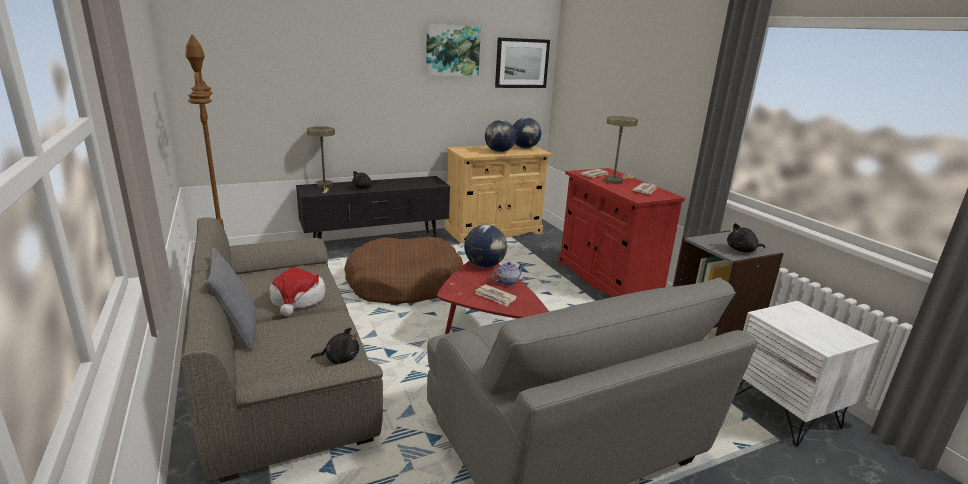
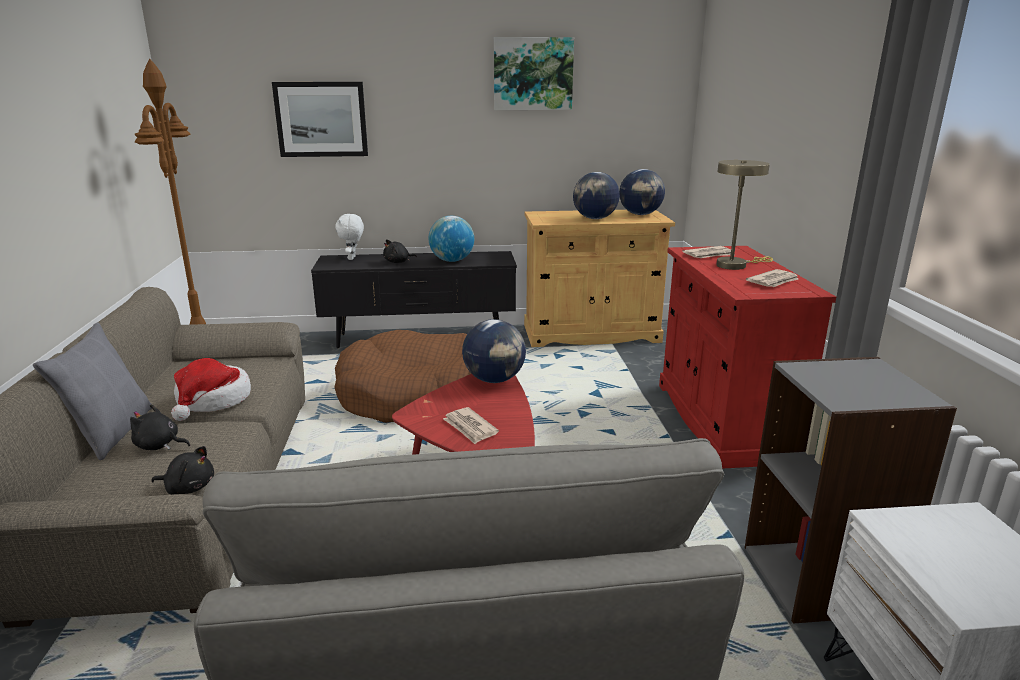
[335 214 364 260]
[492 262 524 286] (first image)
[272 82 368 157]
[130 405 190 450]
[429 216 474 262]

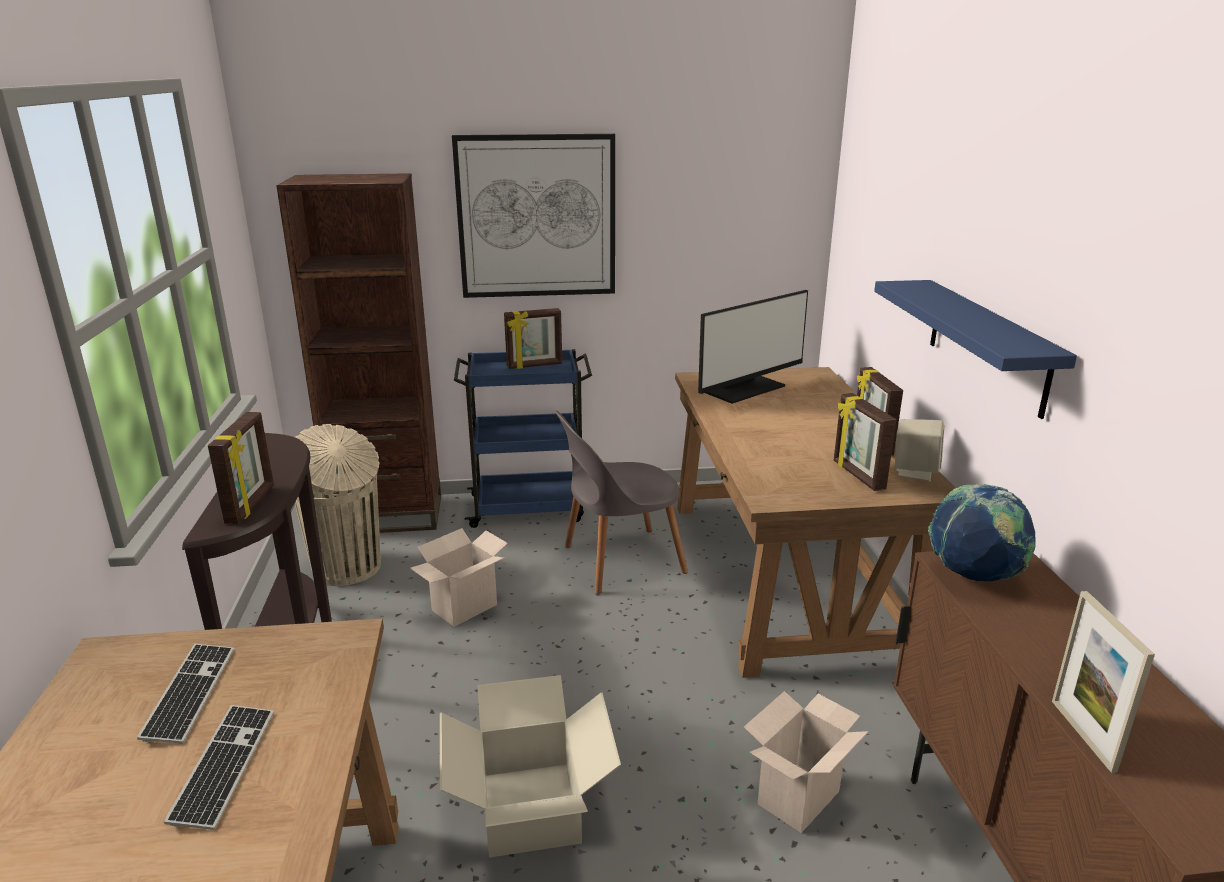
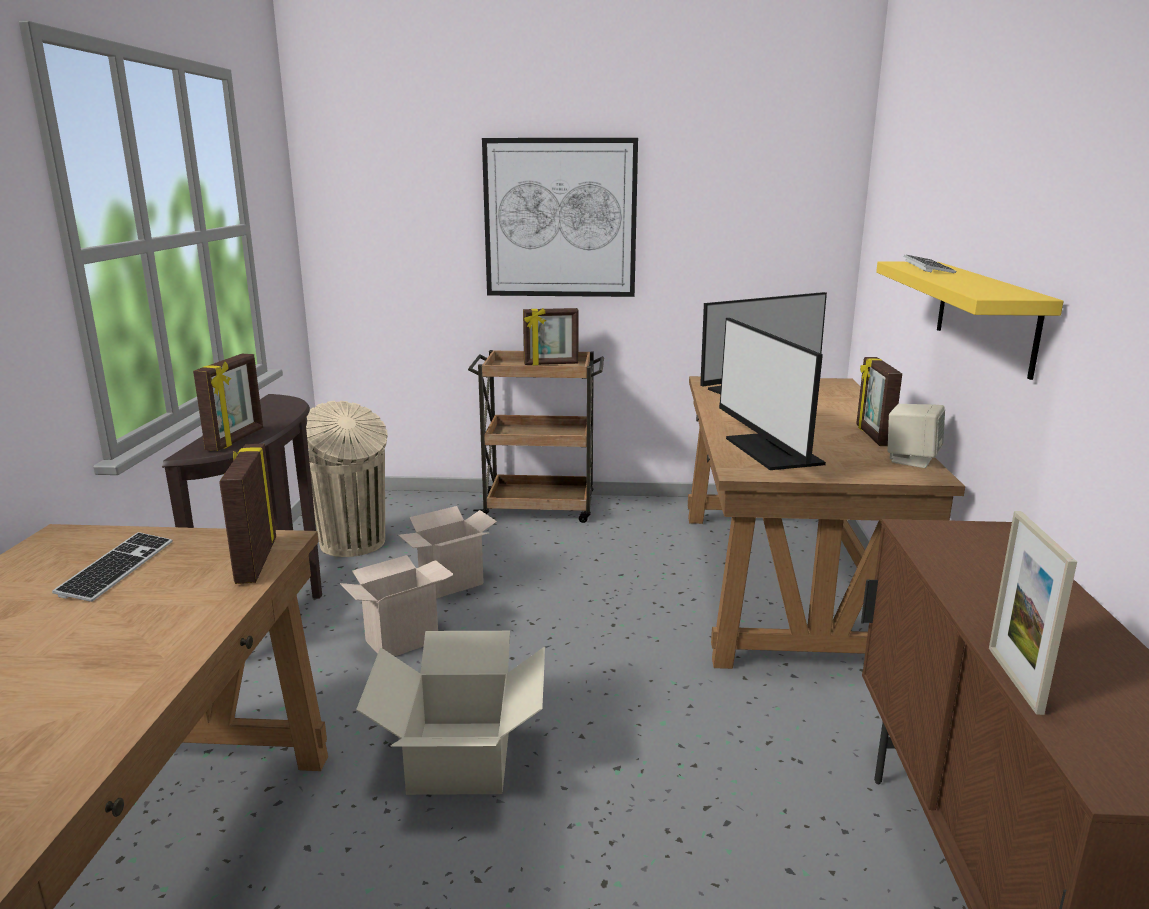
[904 255 956 273]
[276 173 441 533] (first image)
[468 350 604 523]
[555 410 688 594] (first image)
[340 555 454 656]
[219 443 276 584]
[876 261 1064 380]
[928 484 1035 581] (first image)
[719 318 826 470]

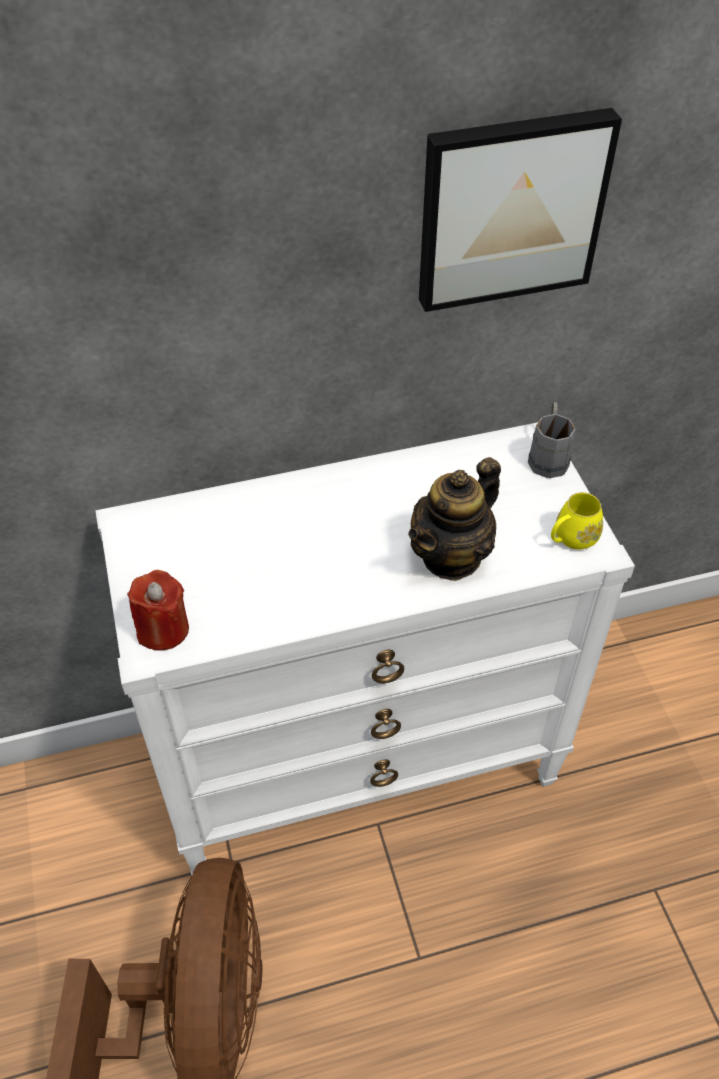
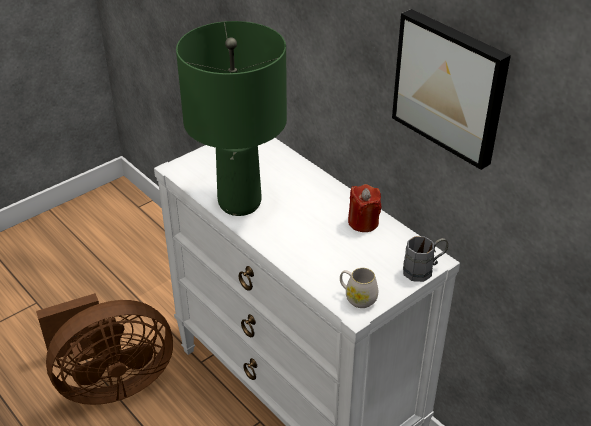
[348 184 382 232]
[408 457 501 581] (first image)
[340 268 378 308]
[176 21 287 216]

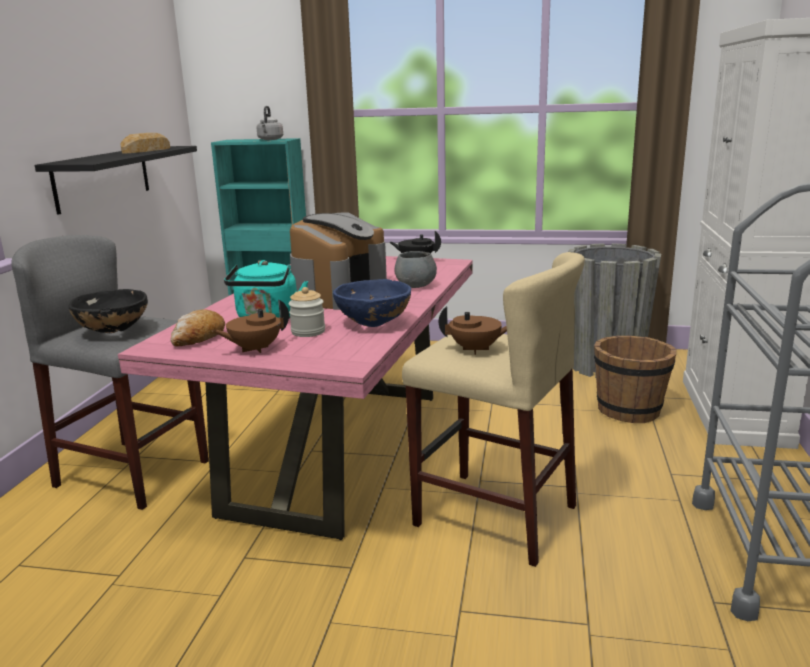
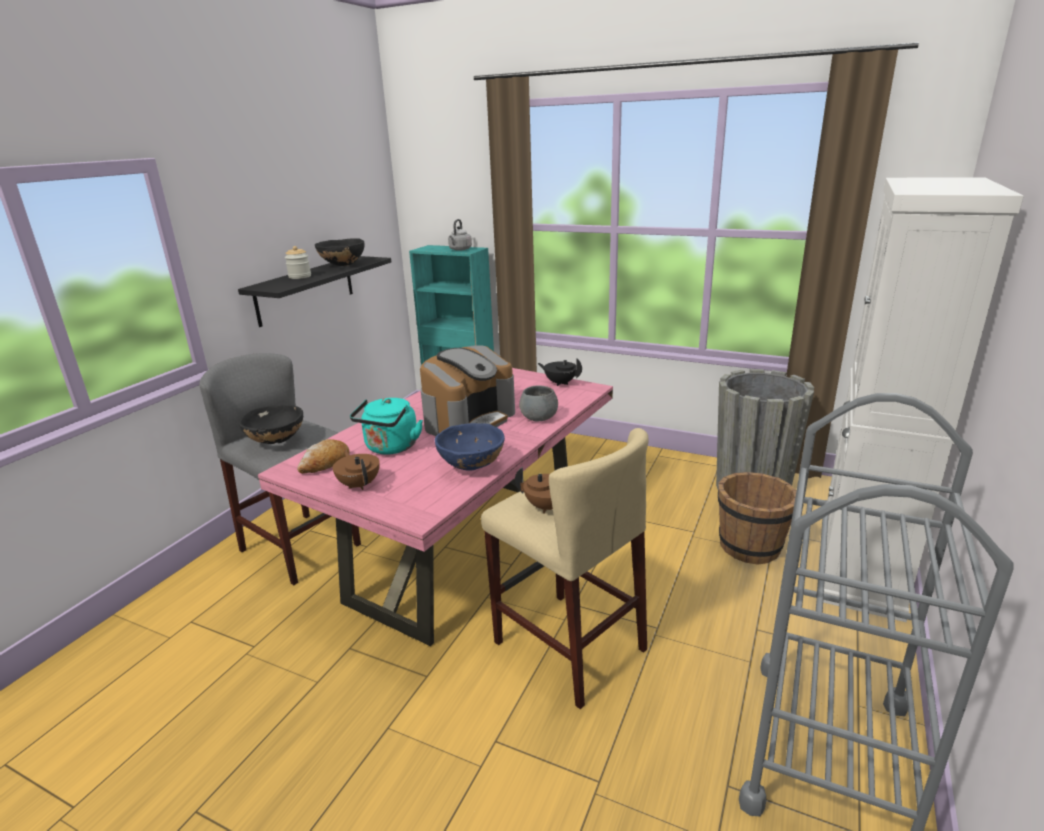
[315 239 364 266]
[332 451 380 490]
[285 246 311 279]

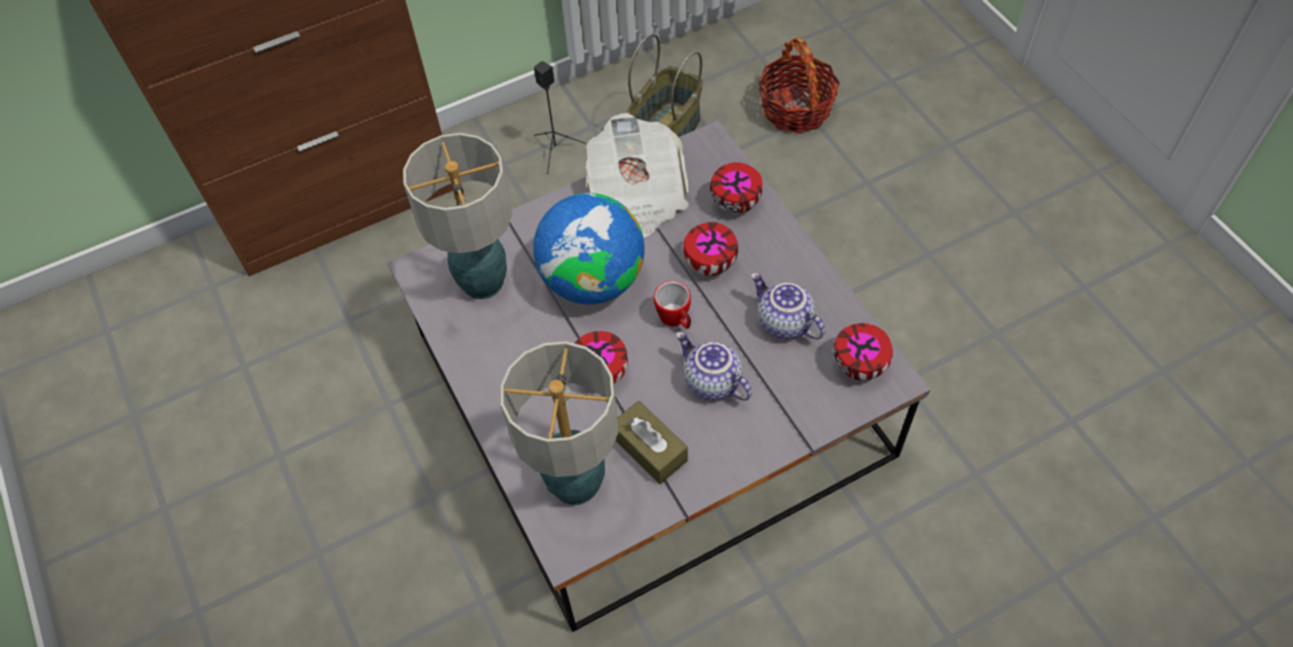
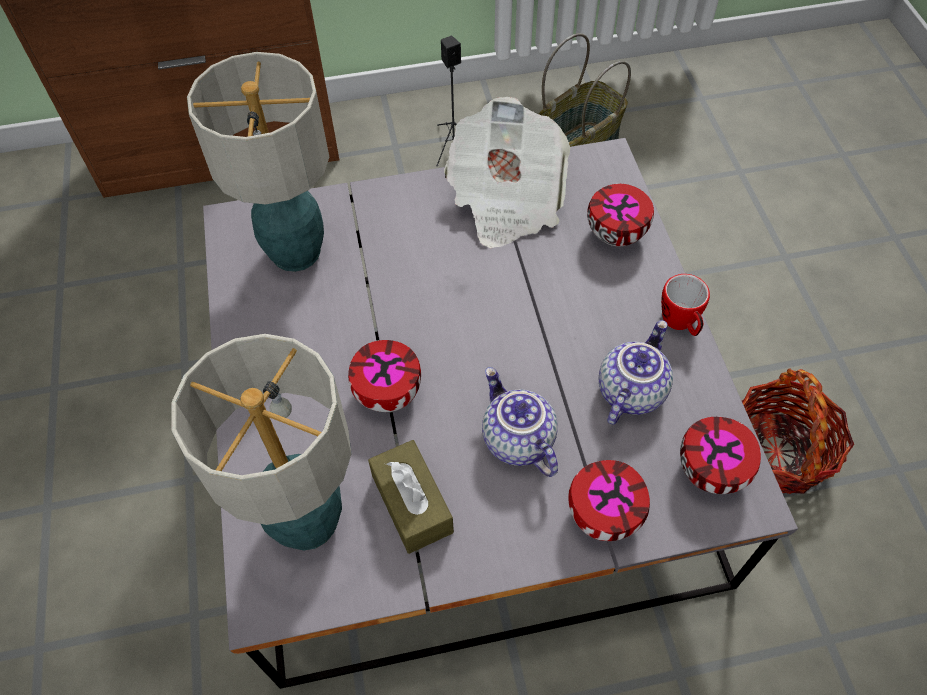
[533 193 645 304] (first image)
[661 274 710 336]
[568 460 650 541]
[599 320 673 425]
[742 368 854 494]

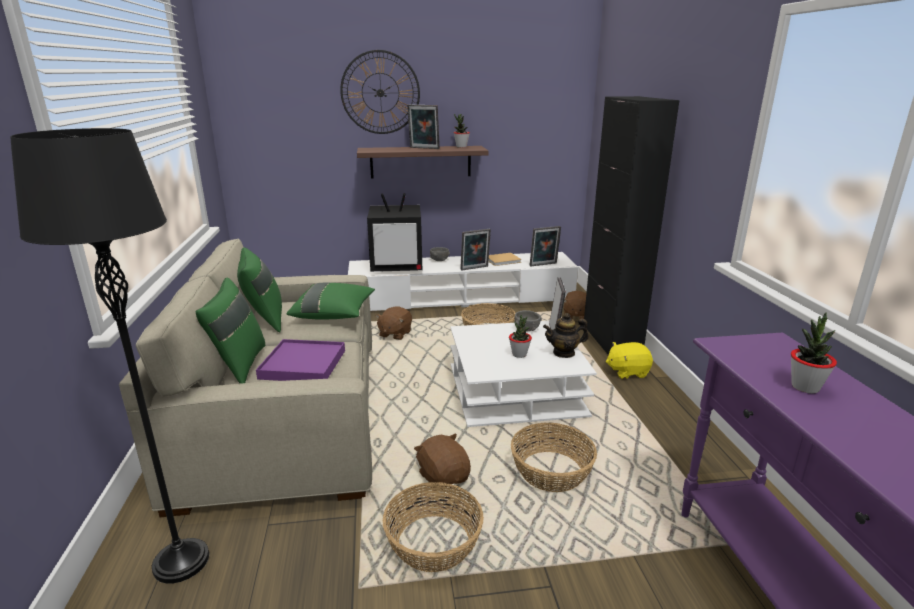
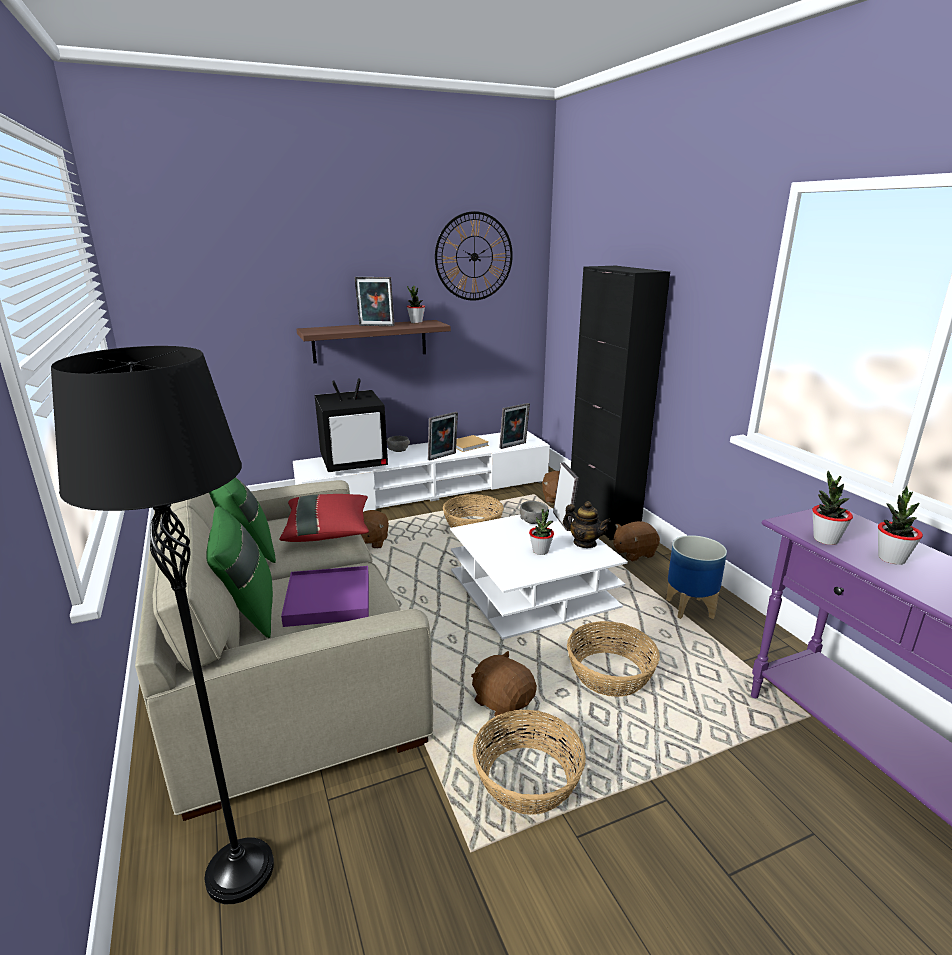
[280 494 369 542]
[435 211 513 301]
[563 501 611 548]
[613 521 660 562]
[666 535 727 619]
[812 470 853 545]

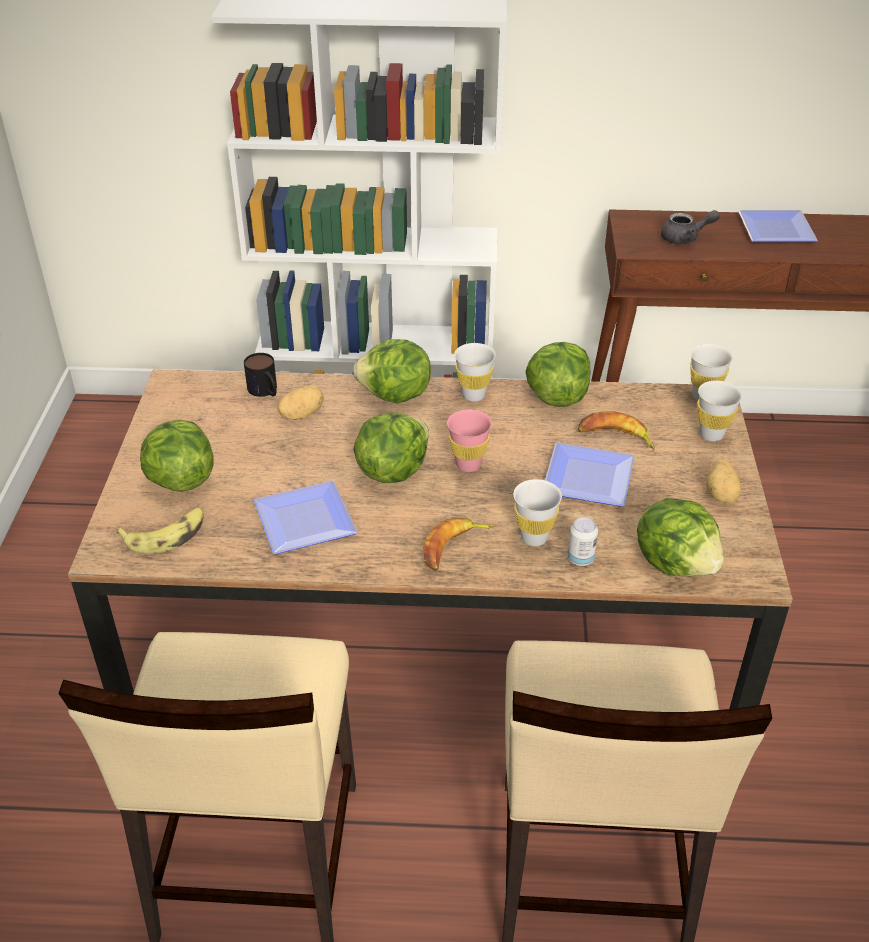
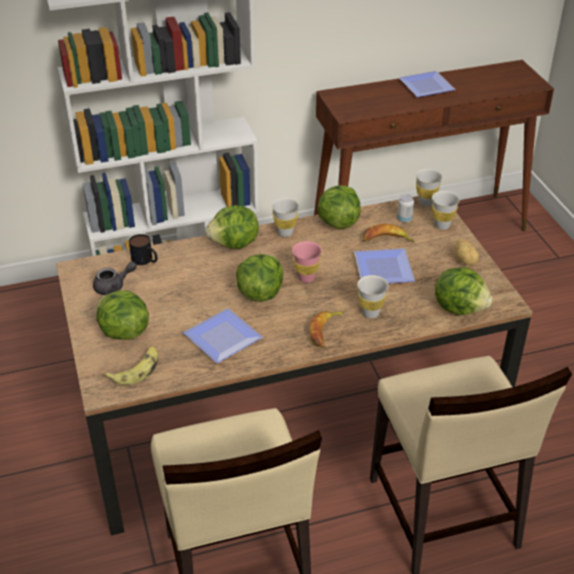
[277 385 324 419] (first image)
[397 194 414 223]
[93 262 137 295]

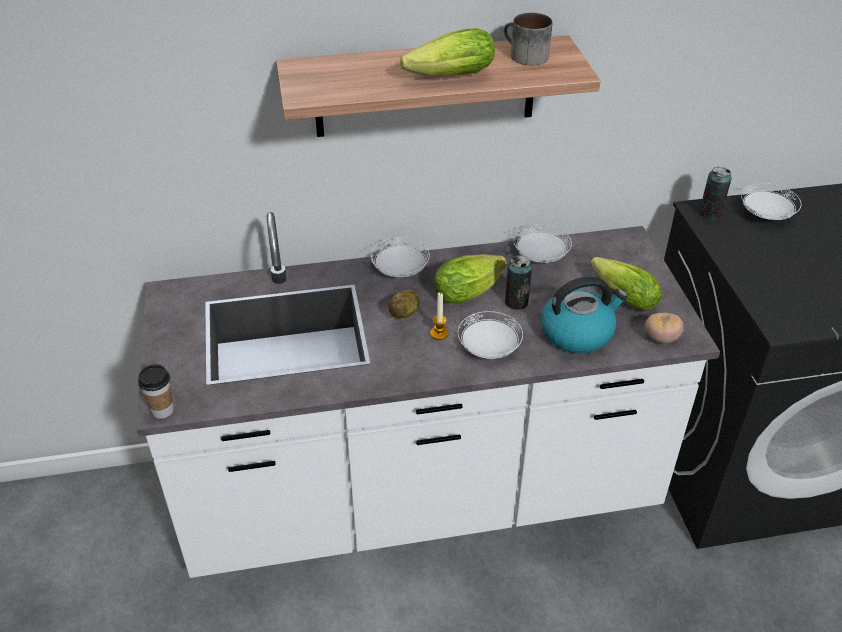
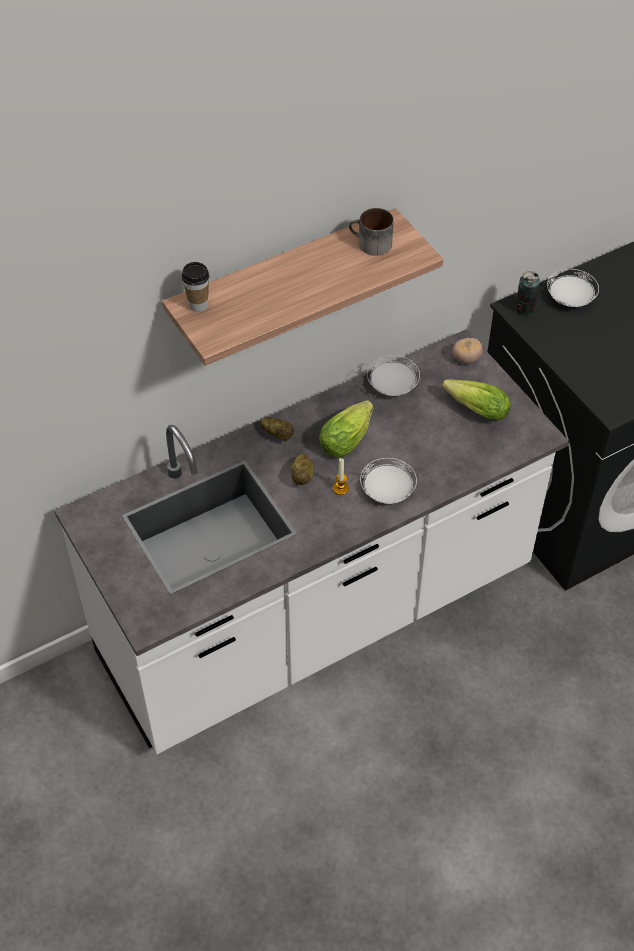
[182 262 209 312]
[260 417 294 441]
[400 28 495 76] (first image)
[505 255 532 310] (first image)
[541 276 628 354] (first image)
[453 338 483 363]

